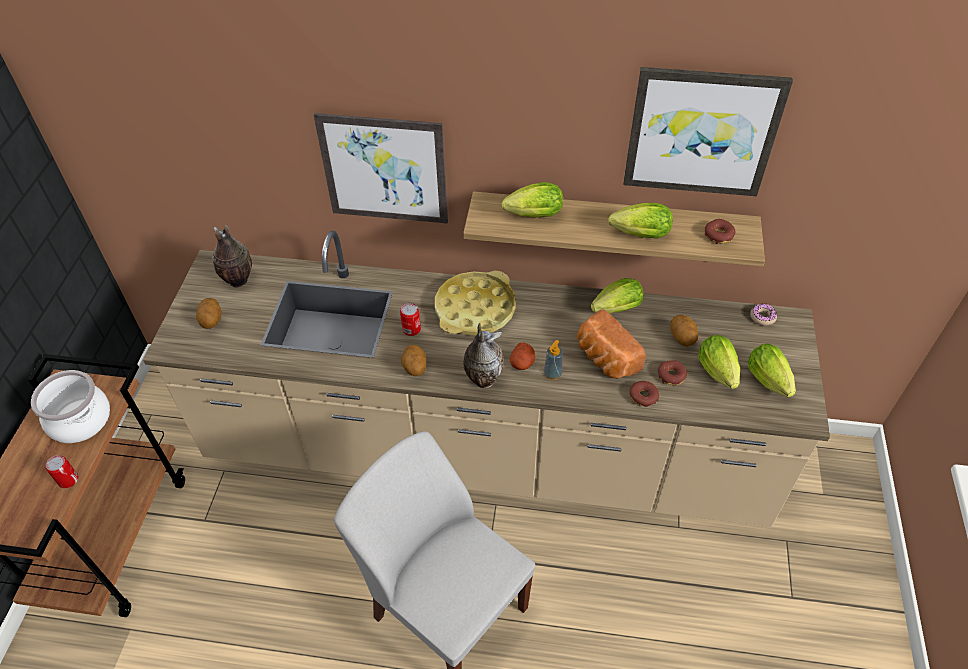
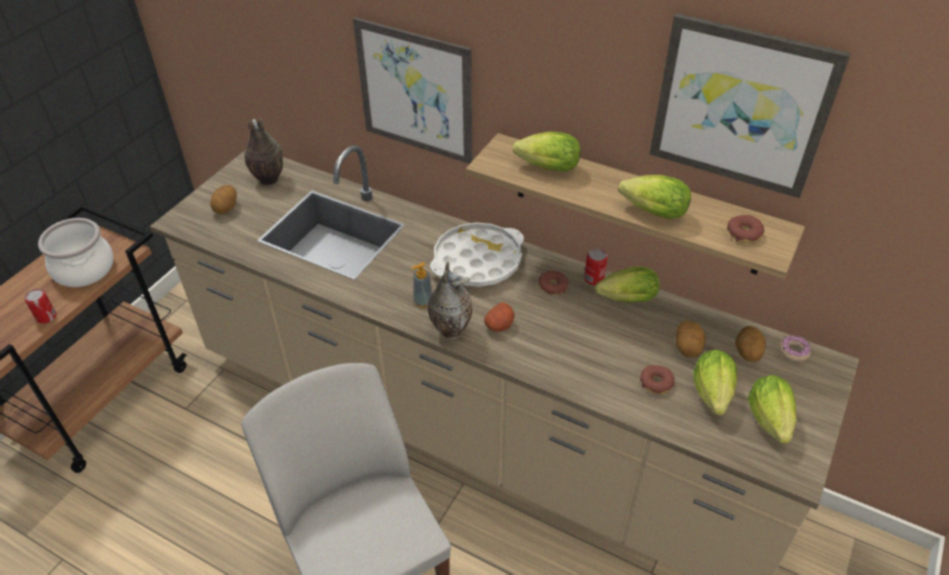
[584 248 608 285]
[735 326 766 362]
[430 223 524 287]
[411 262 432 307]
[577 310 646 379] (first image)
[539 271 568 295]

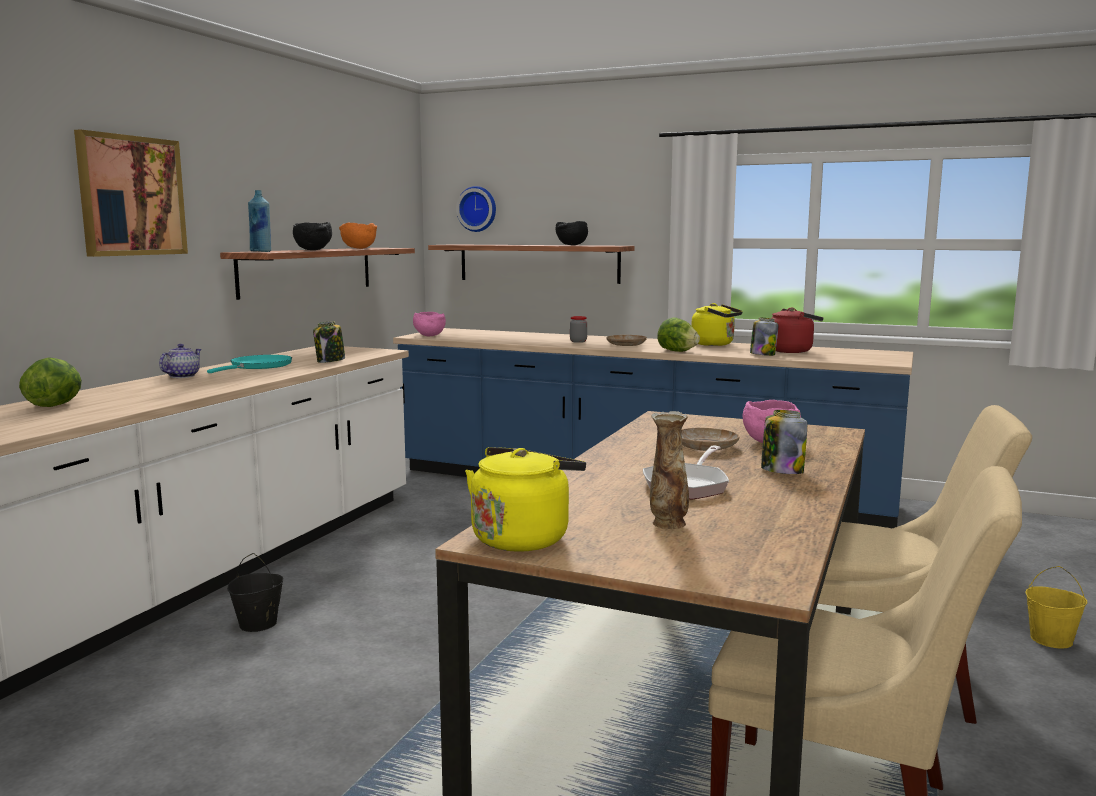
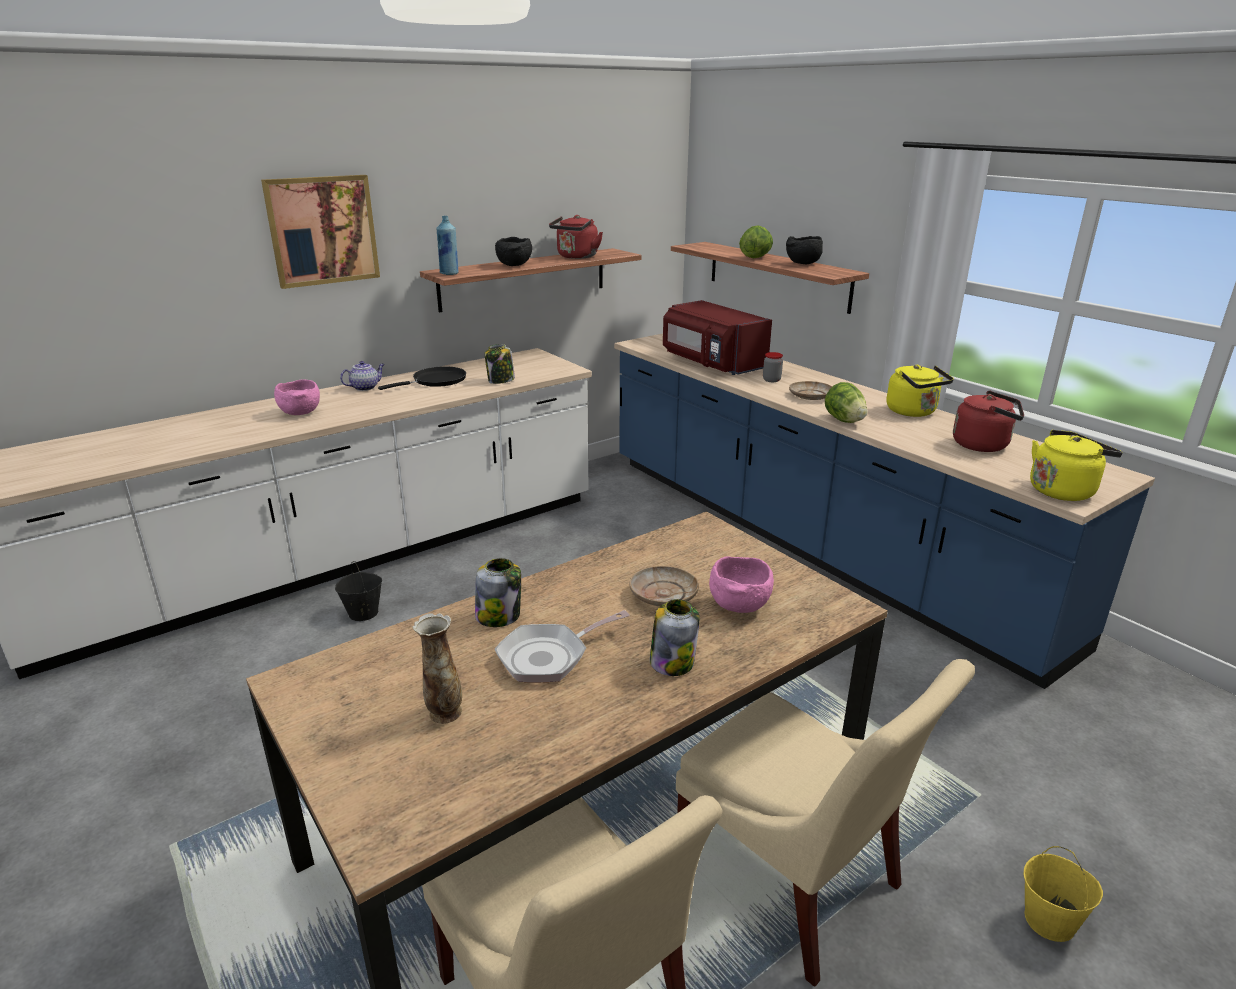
[739 225 773 258]
[378 366 466 390]
[549 215 603 259]
[274 379 320 415]
[456 186 496 232] (first image)
[1030 430 1123 501]
[475 558 521 627]
[663 300 772 375]

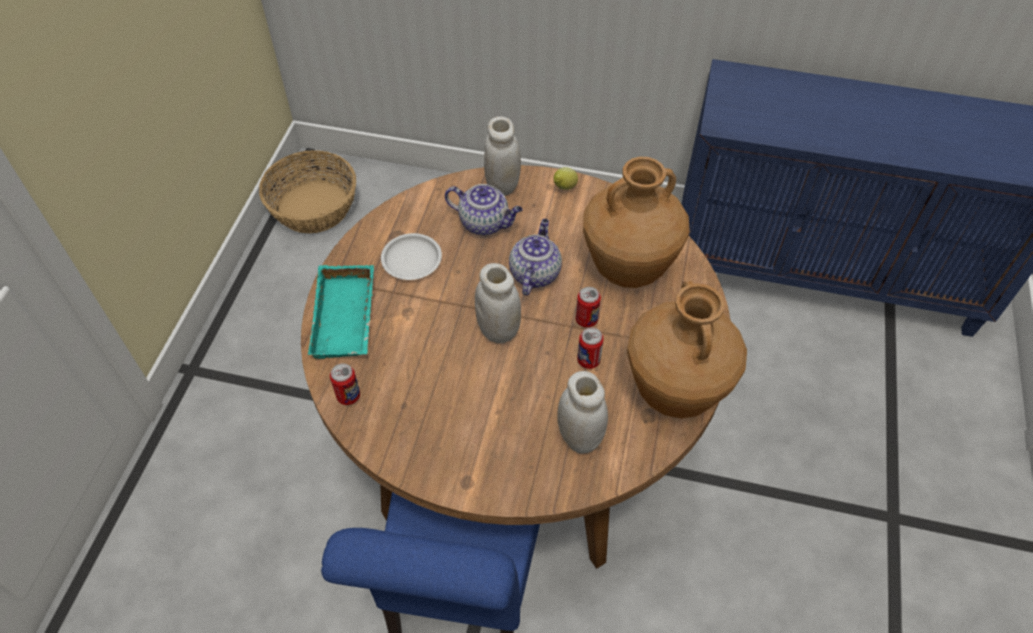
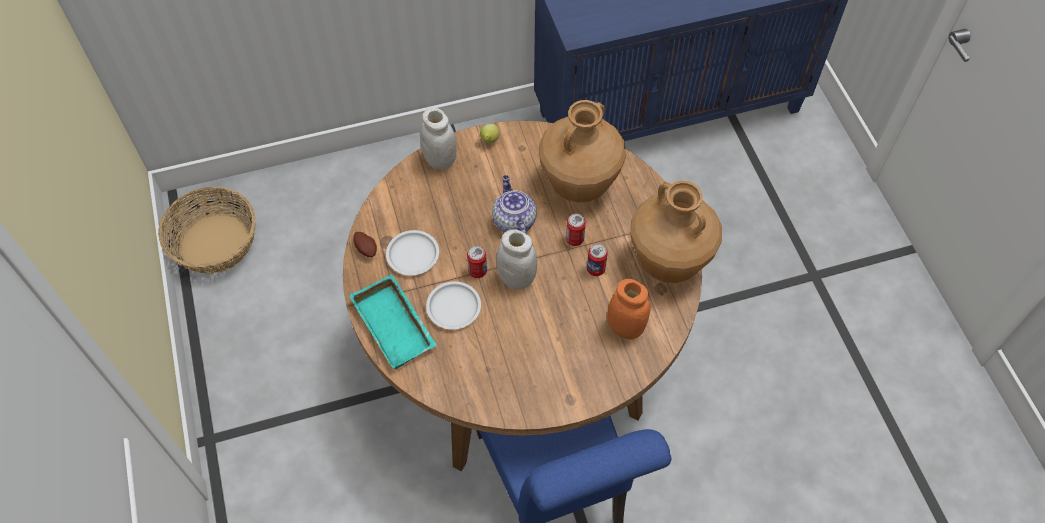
[467 246 487 278]
[445 184 523 235] (first image)
[607 279 650 340]
[353 232 377 257]
[426 281 481 330]

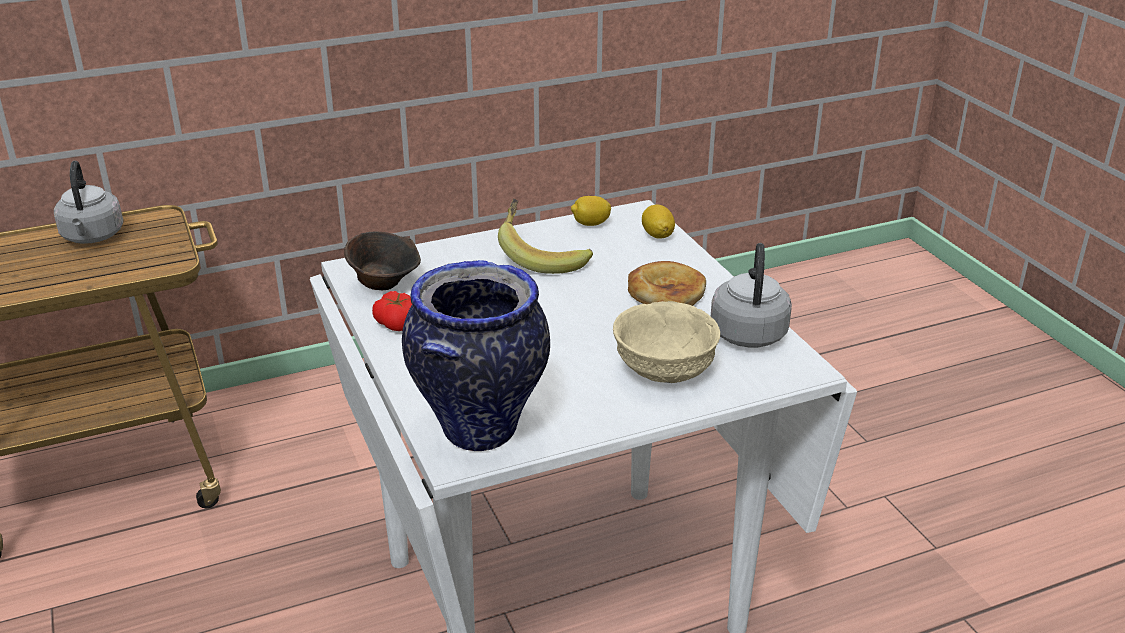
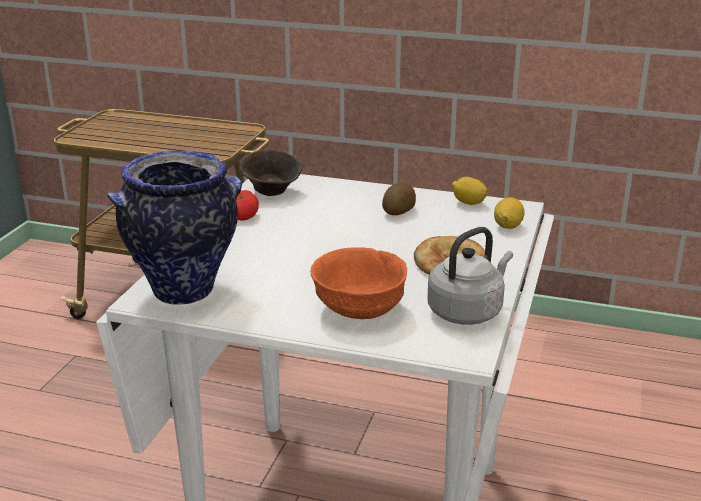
[54 161 124 244] (first image)
[382 183 416 215]
[310 247 407 319]

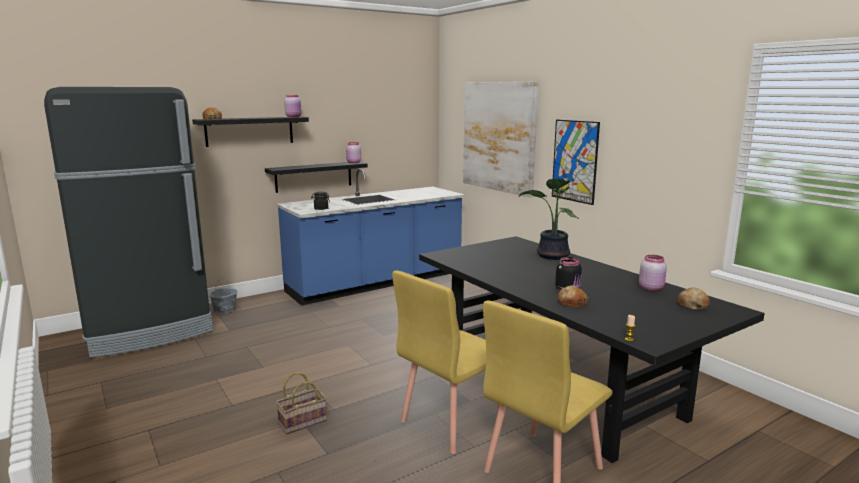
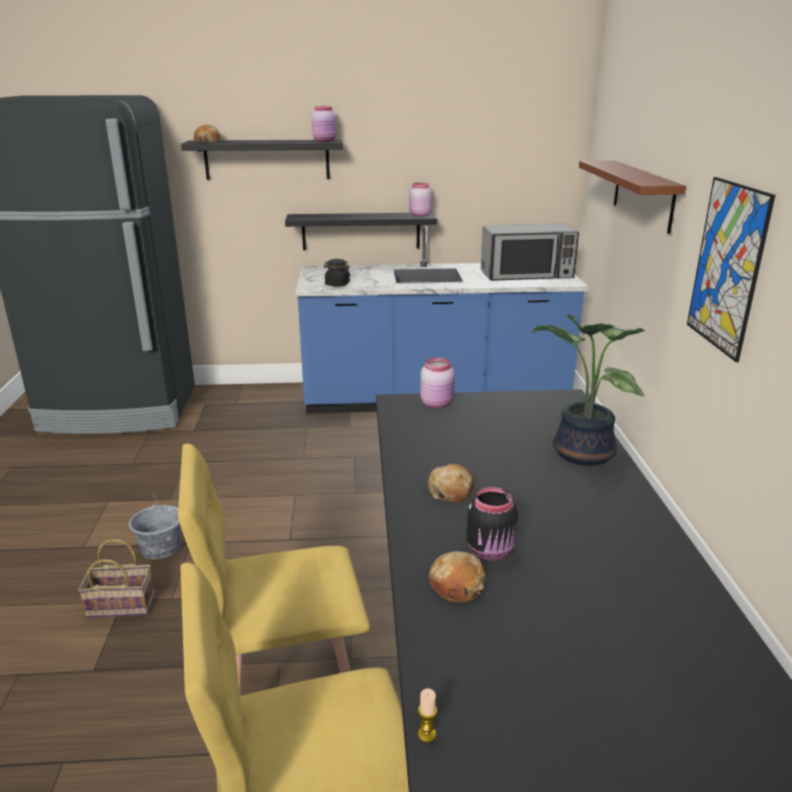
[129 494 182 559]
[579 160 686 234]
[420 358 455 408]
[428 464 473 503]
[481 223 579 281]

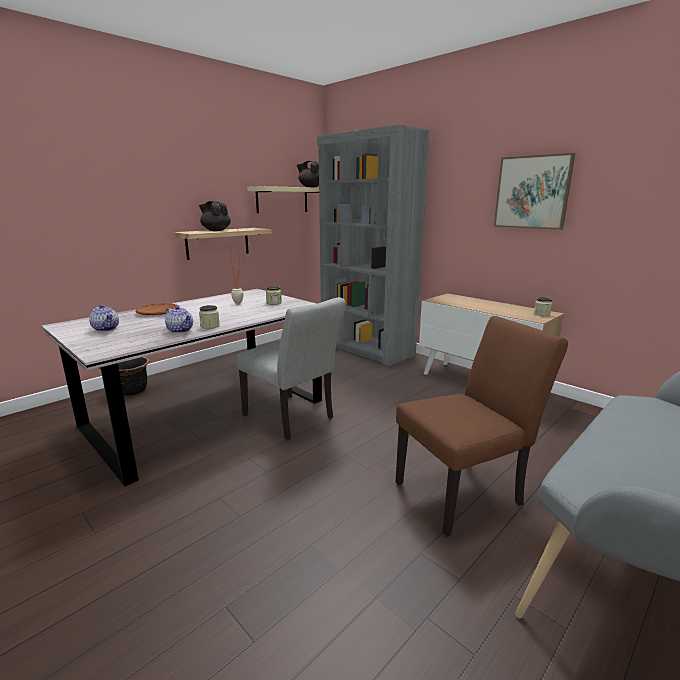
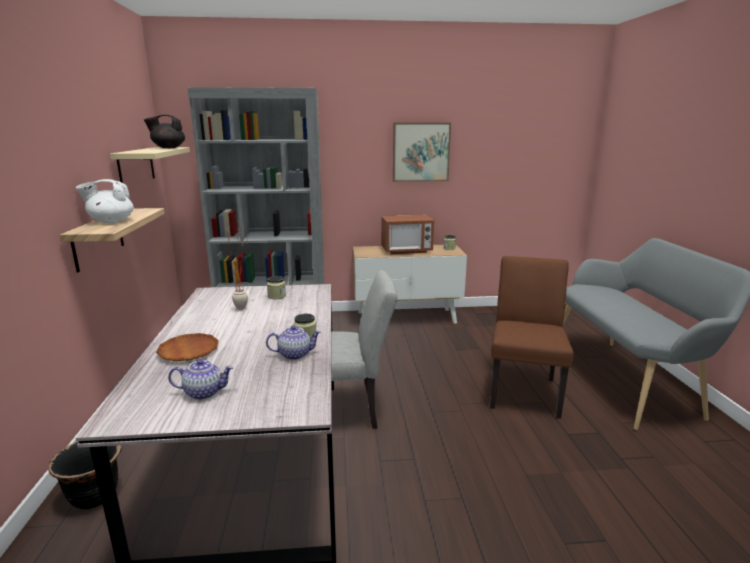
[76 179 134 223]
[381 215 434 254]

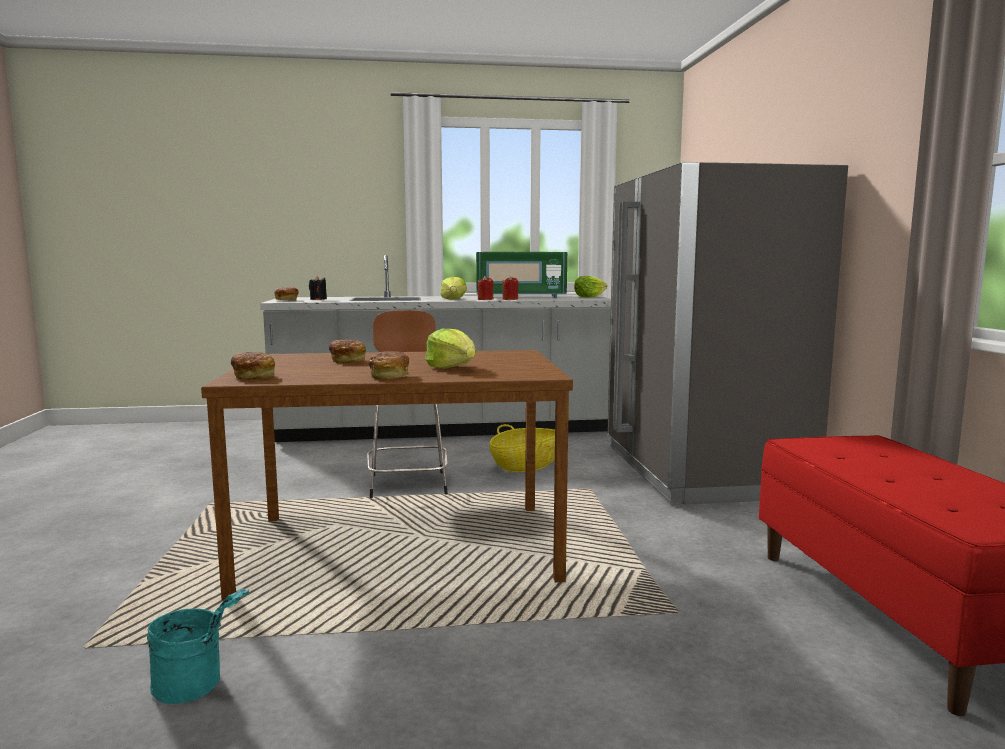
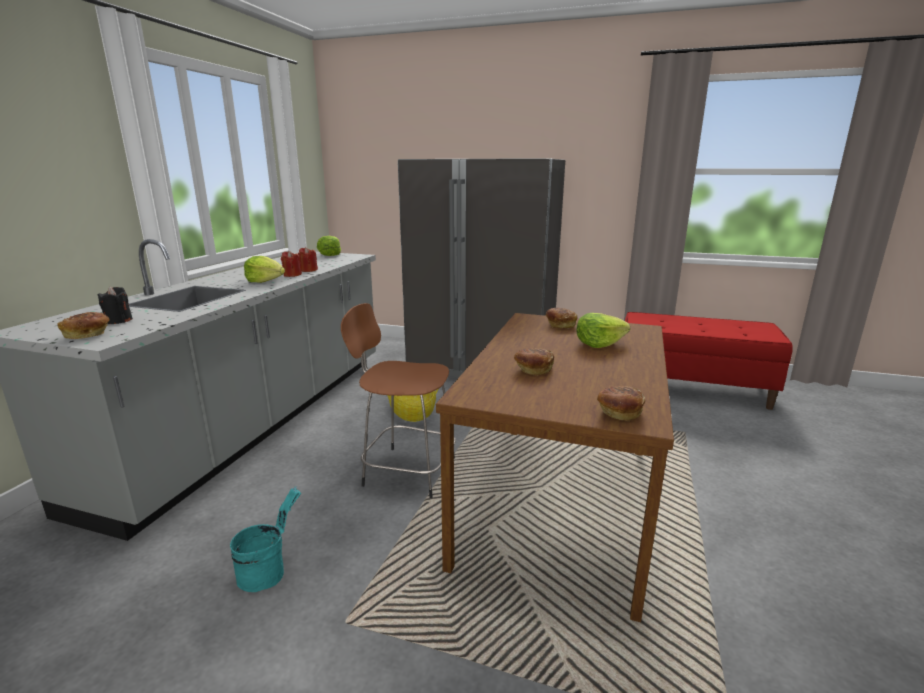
[230 487 301 592]
[545 308 577 329]
[476 252 567 298] (first image)

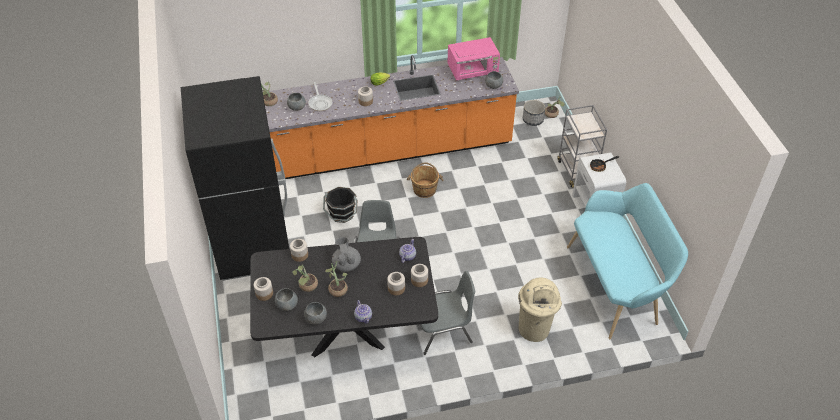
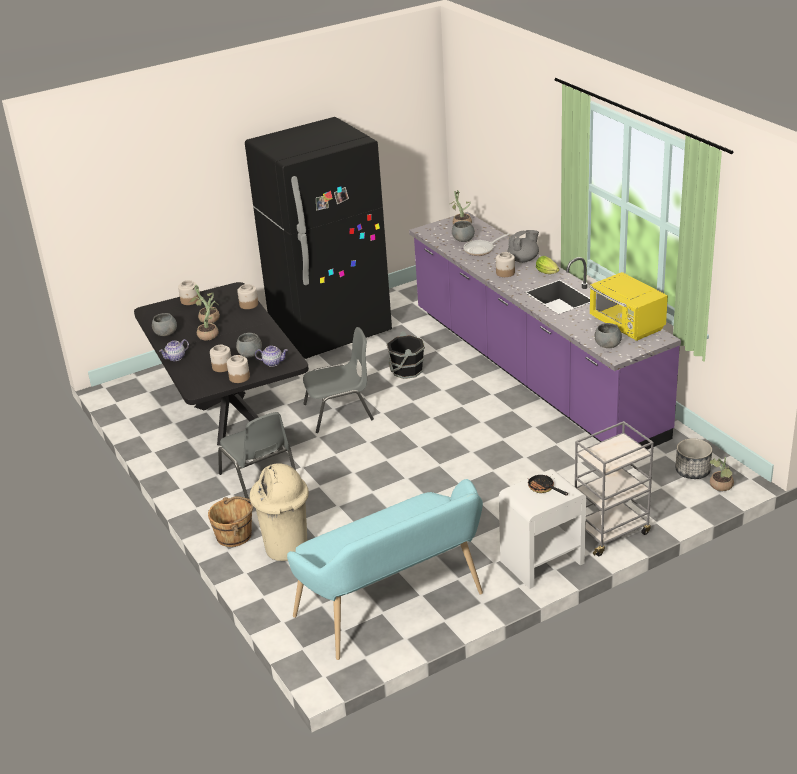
[409 212 681 450]
[236 333 262 358]
[507 230 539 263]
[208 496 254 547]
[589 272 668 341]

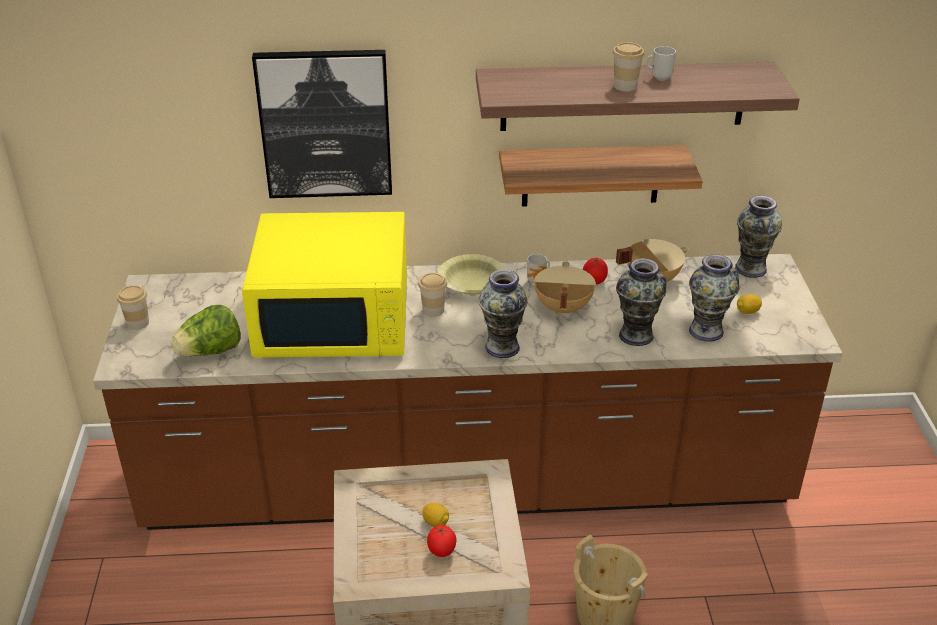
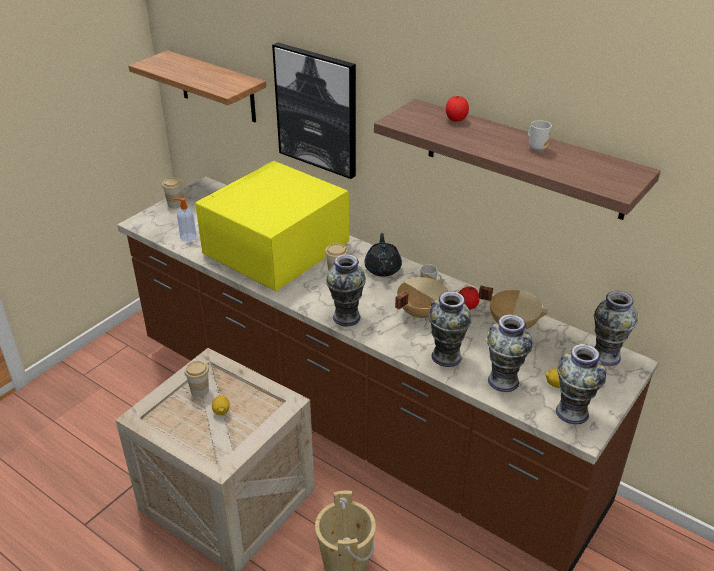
[173 198 196 241]
[195 161 349 291]
[446 95 469 121]
[365 233 402 277]
[128 50 266 122]
[184 361 209 397]
[556 344 606 424]

